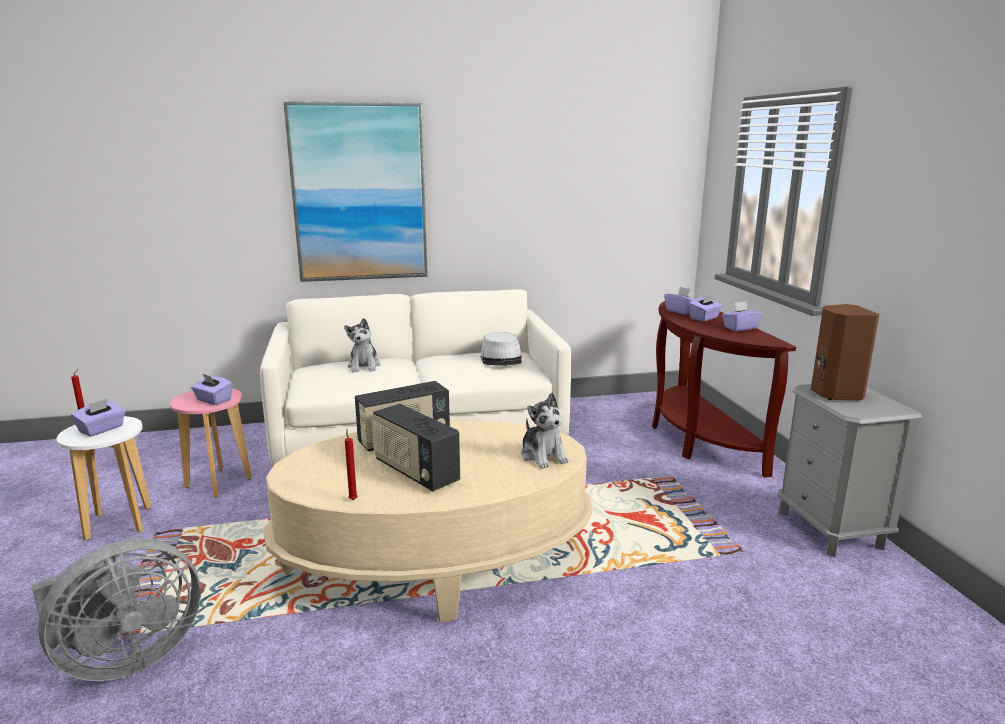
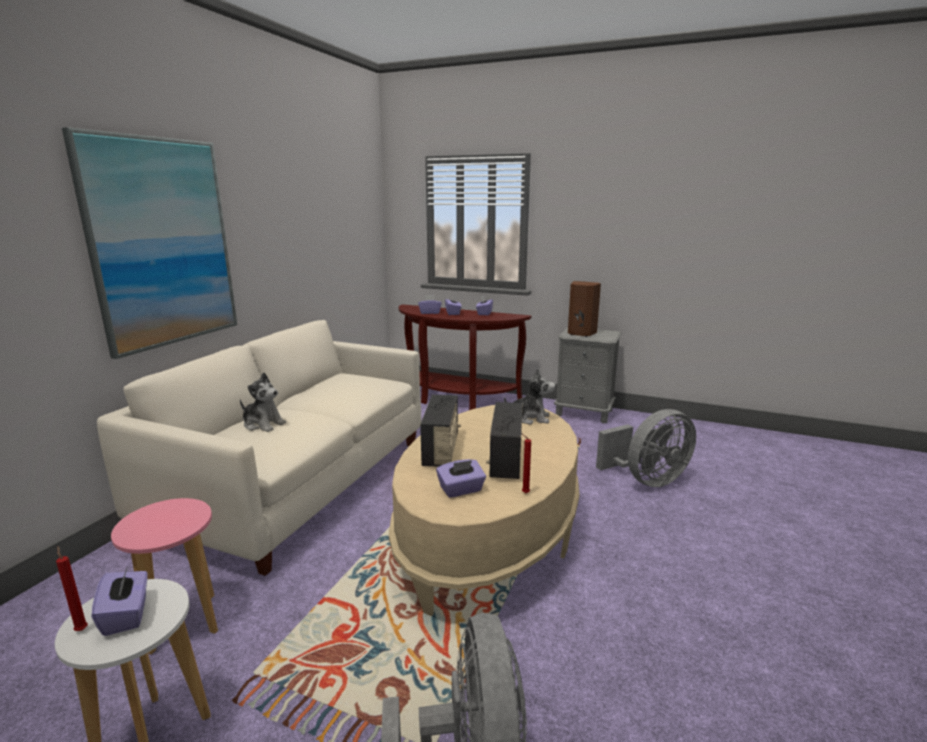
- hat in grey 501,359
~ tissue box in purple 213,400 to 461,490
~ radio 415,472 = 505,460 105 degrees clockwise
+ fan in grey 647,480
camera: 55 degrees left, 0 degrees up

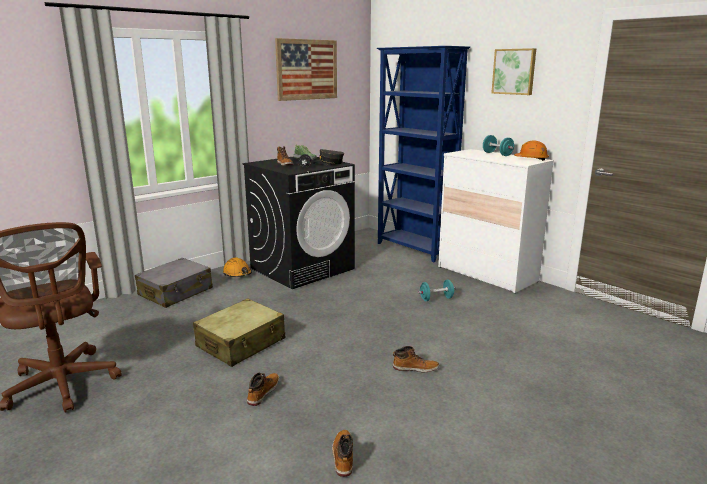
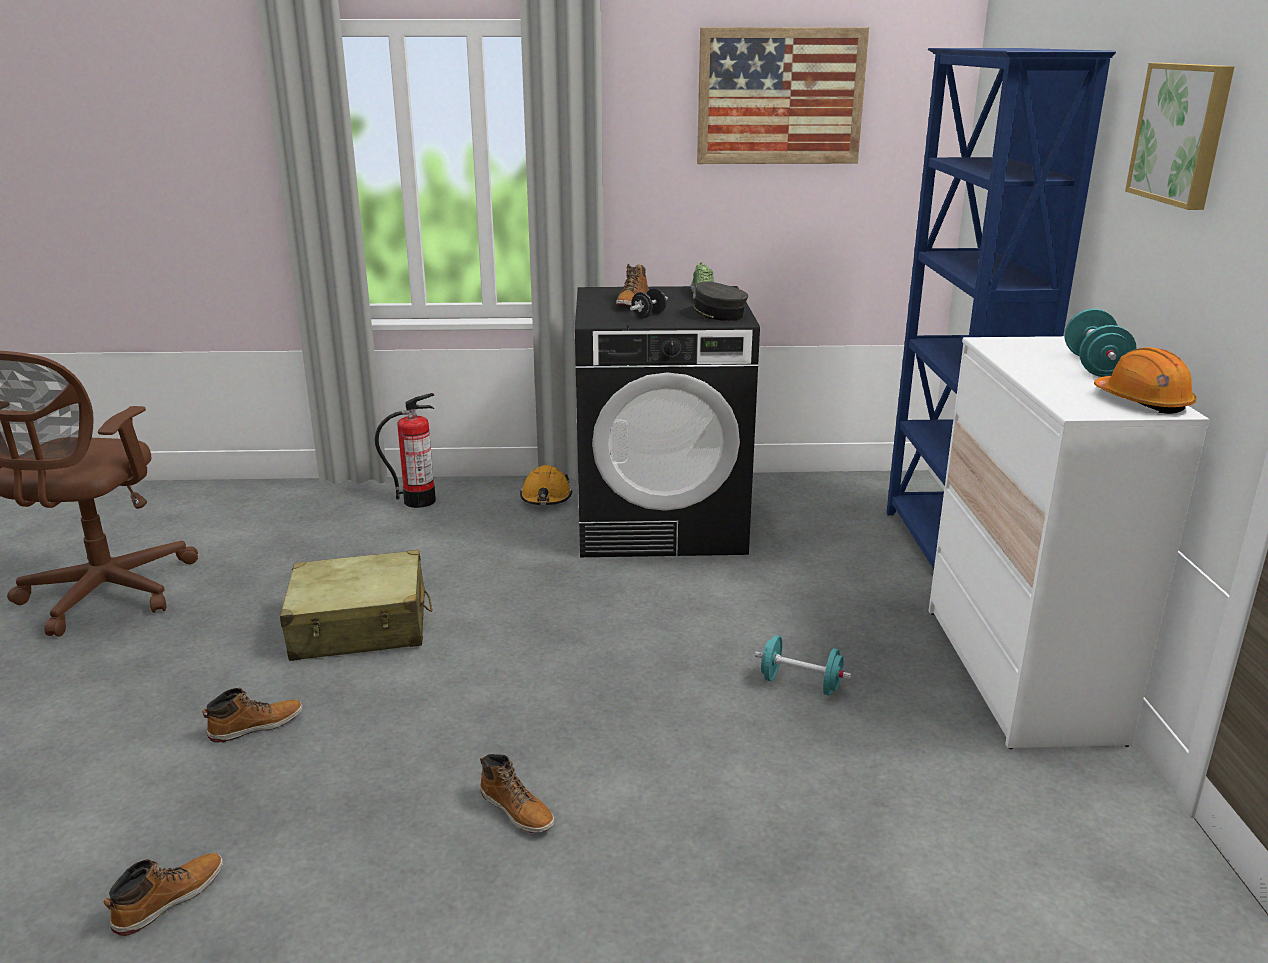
~ suitcase in grey 176,292 to fire extinguisher 419,501
camera: 40 degrees right, 5 degrees up

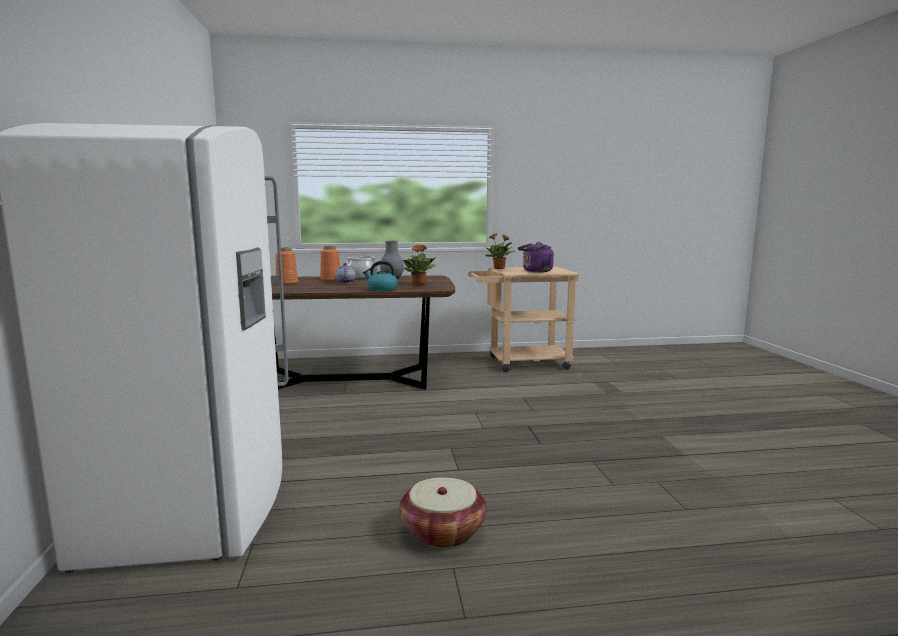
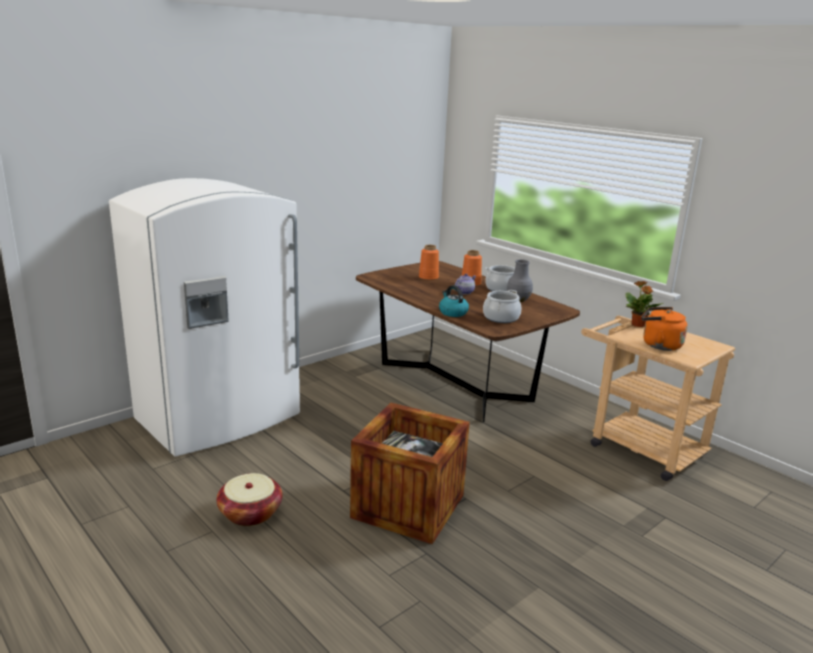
~ kettle in purple 536,271 to kettle in orange 658,345
~ potted plant 419,285 to cooking pot 501,318
+ crate 408,506
camera: 55 degrees right, 10 degrees up

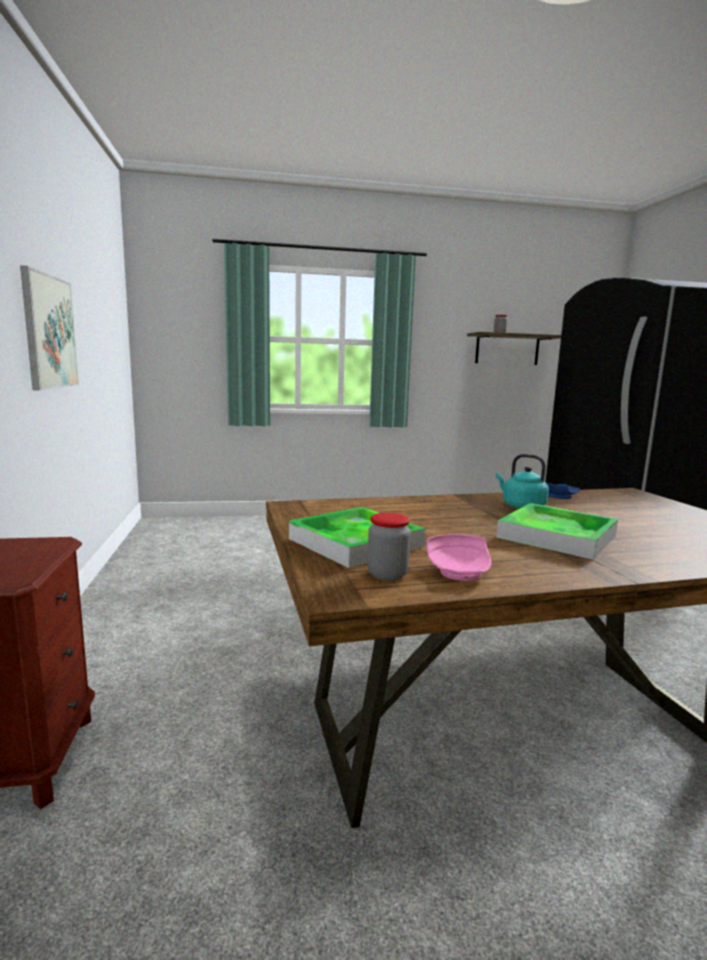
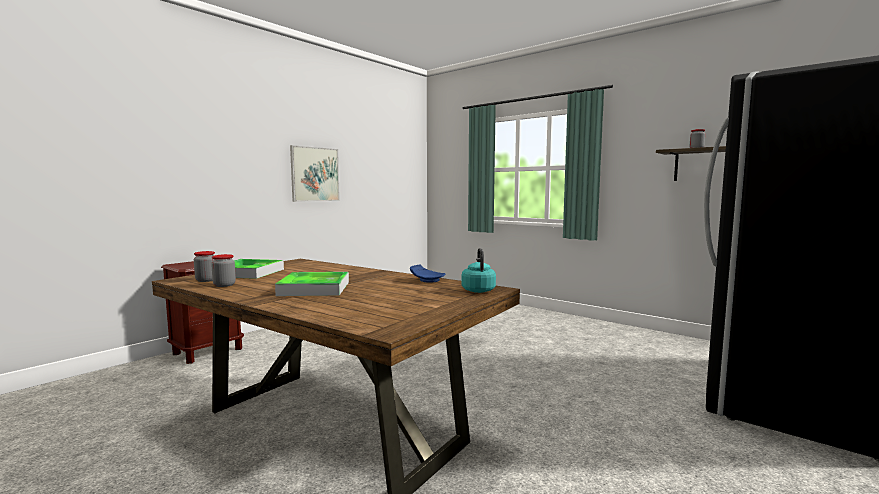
~ kettle in turquoise 521,506 to 478,290
~ plate in pink 460,571 to jar 224,285
camera: 50 degrees right, 5 degrees down

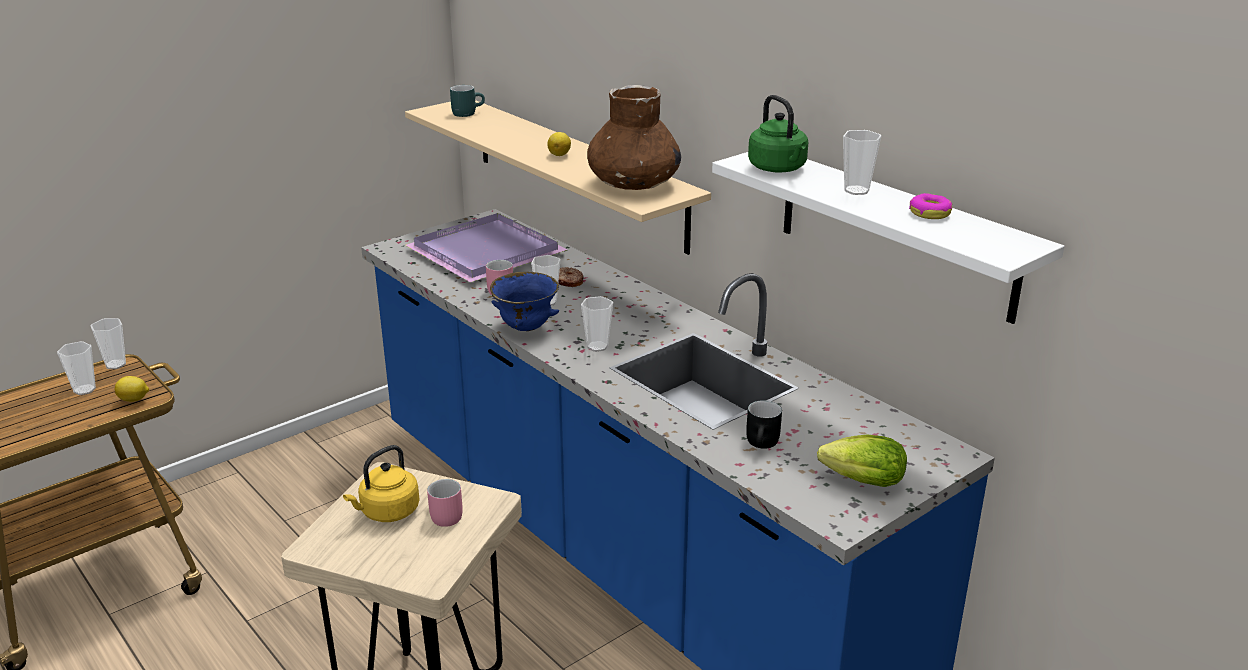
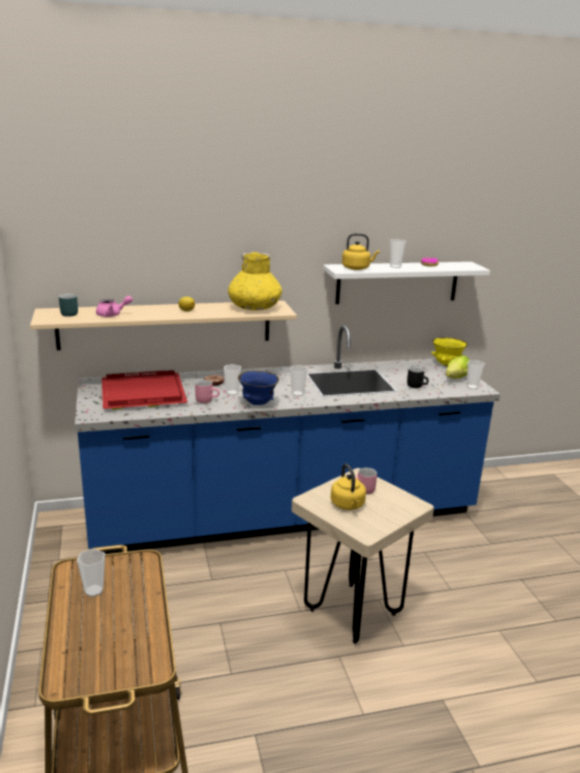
~ vase in brown 633,184 to vase in yellow 254,308
~ kettle in green 779,169 to kettle in yellow 357,268
~ tray in purple 483,252 to tray in red 141,393
~ cup 115,364 to 472,387
- lemon 134,400
+ teapot in pink 112,314
+ bowl in yellow 447,365
camera: 65 degrees left, 5 degrees down

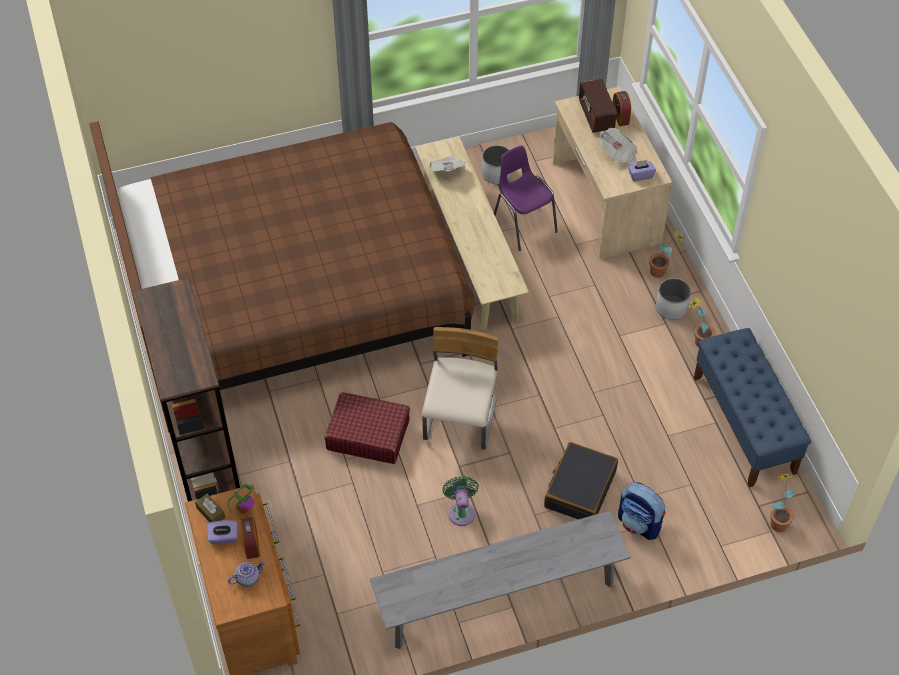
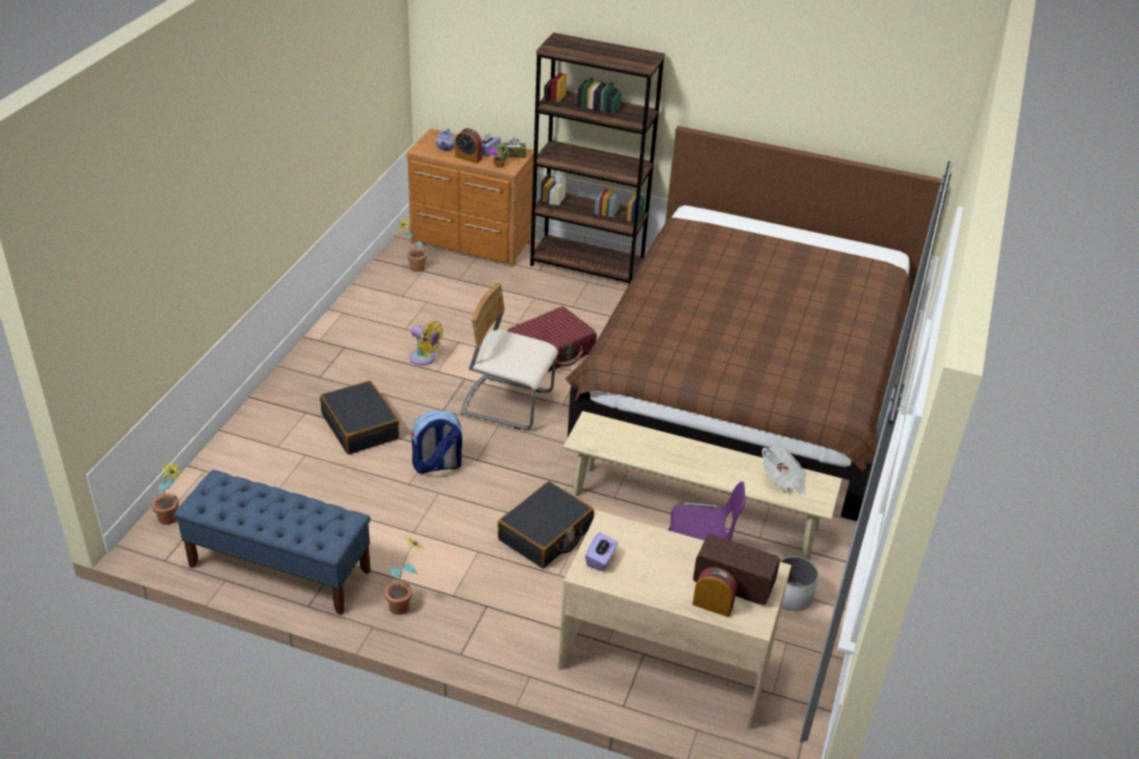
- newspaper 618,154
~ potted plant 662,272 to 413,269
- planter in white 671,308
~ chair in beige 461,419 = 507,403 150 degrees clockwise
~ fan in green 461,511 to fan in yellow 425,358
~ backpack 639,524 to 437,465
- bench in grey 499,598
+ suitcase in black 545,534
camera: 125 degrees right, 15 degrees down

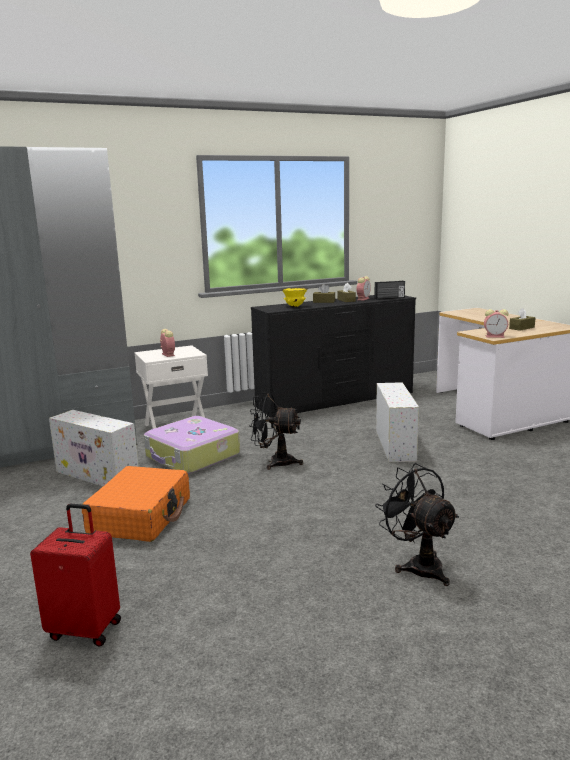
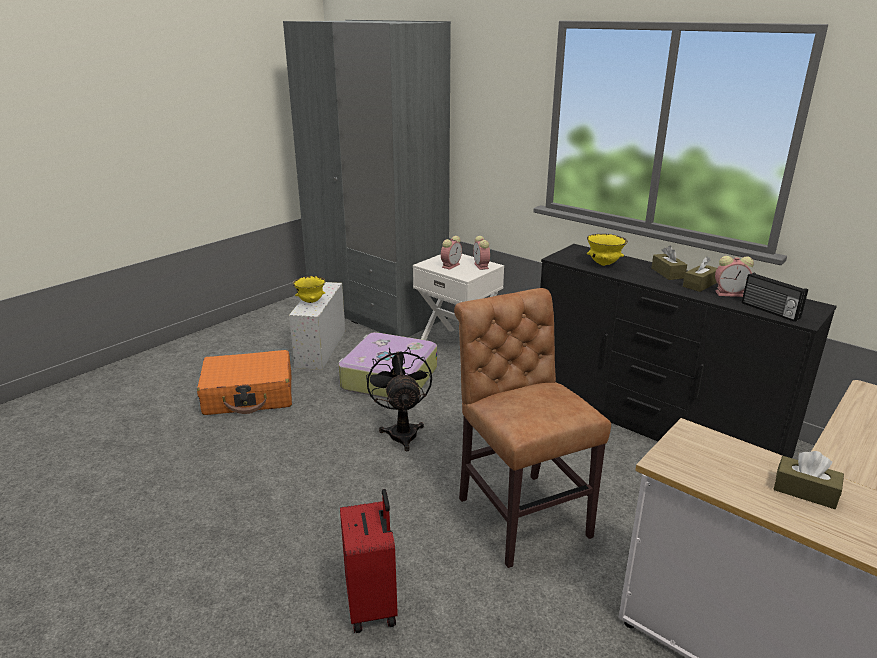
~ alarm clock 495,336 to 482,266
~ storage box in white 394,444 to chair in brown 519,513
- fan in black 418,565
~ suitcase in red 85,629 to 373,605
+ bowl in yellow 311,301
camera: 65 degrees right, 10 degrees up

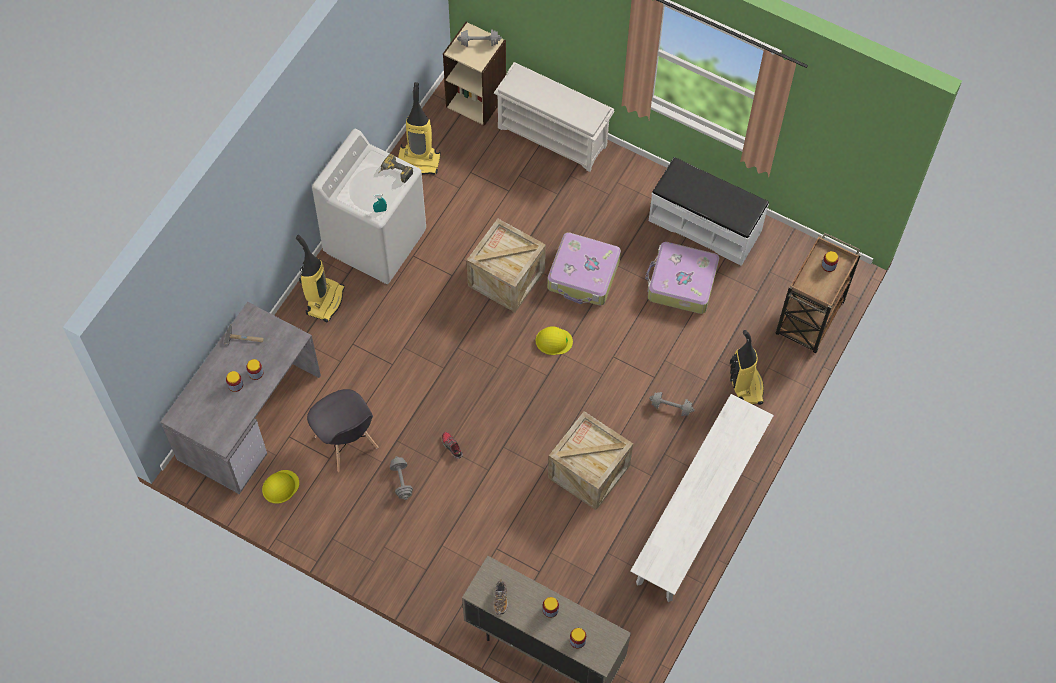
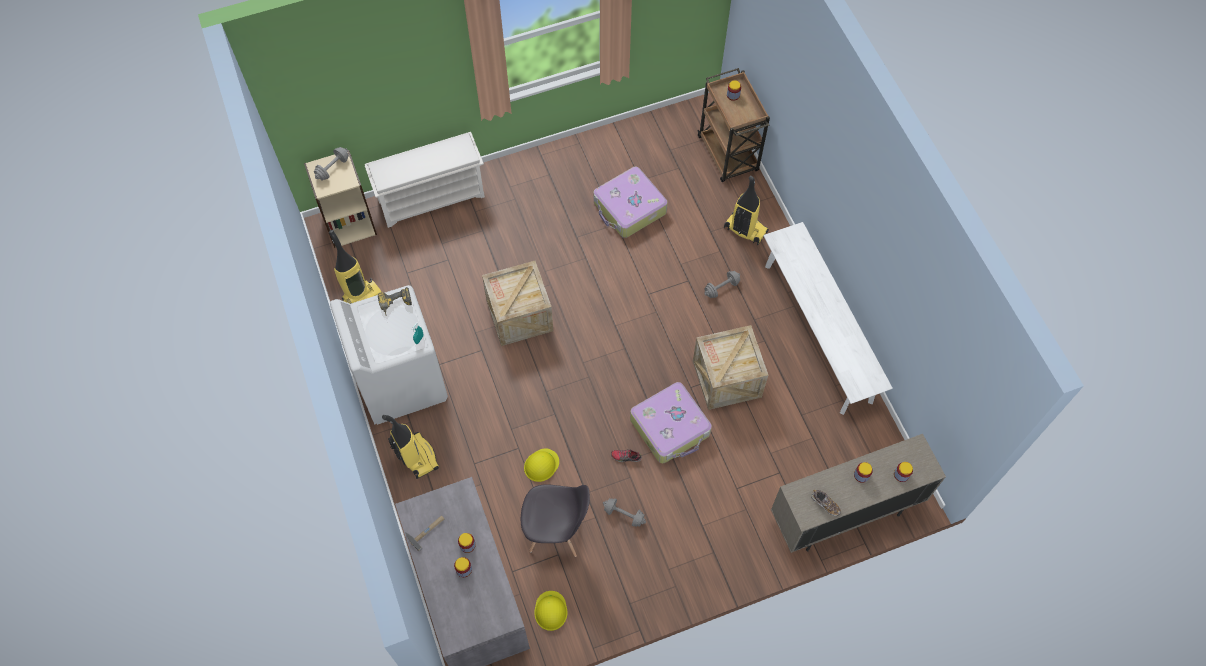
- bench in white 705,225
~ suitcase 583,275 to 670,427
~ hard hat in yellow 553,341 to 541,465
camera: 50 degrees left, 0 degrees up

